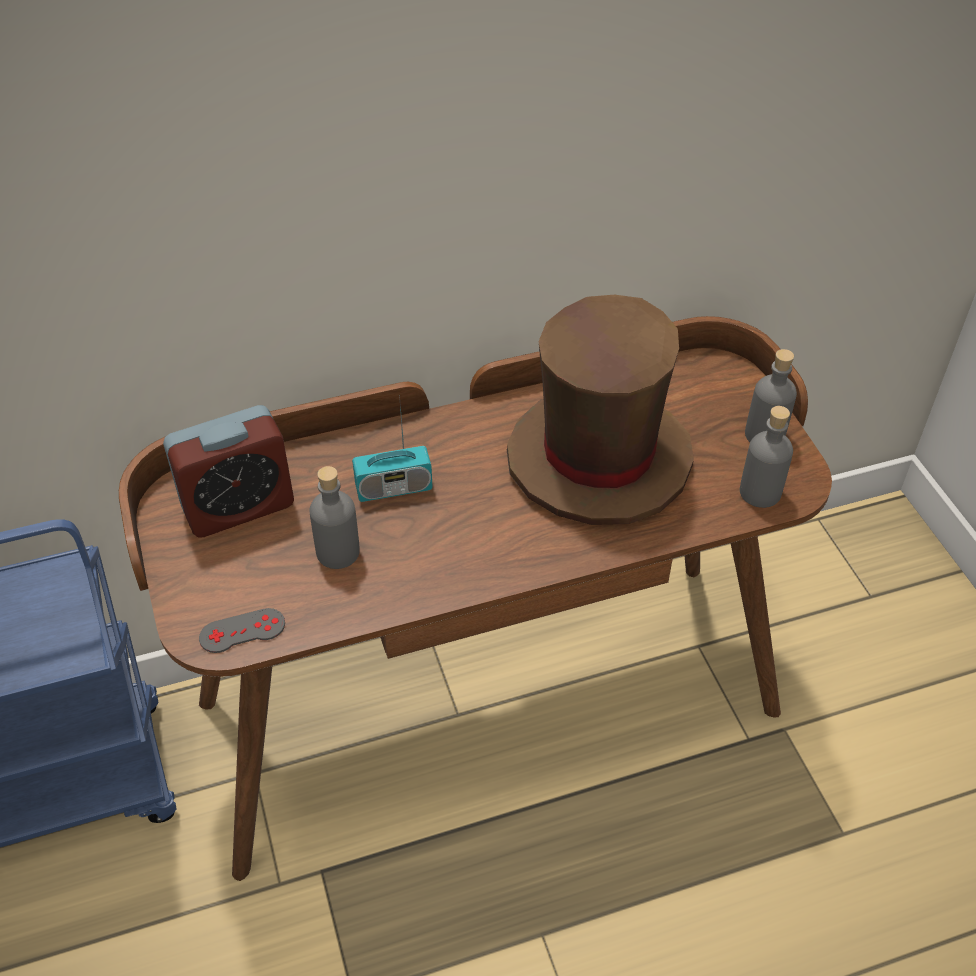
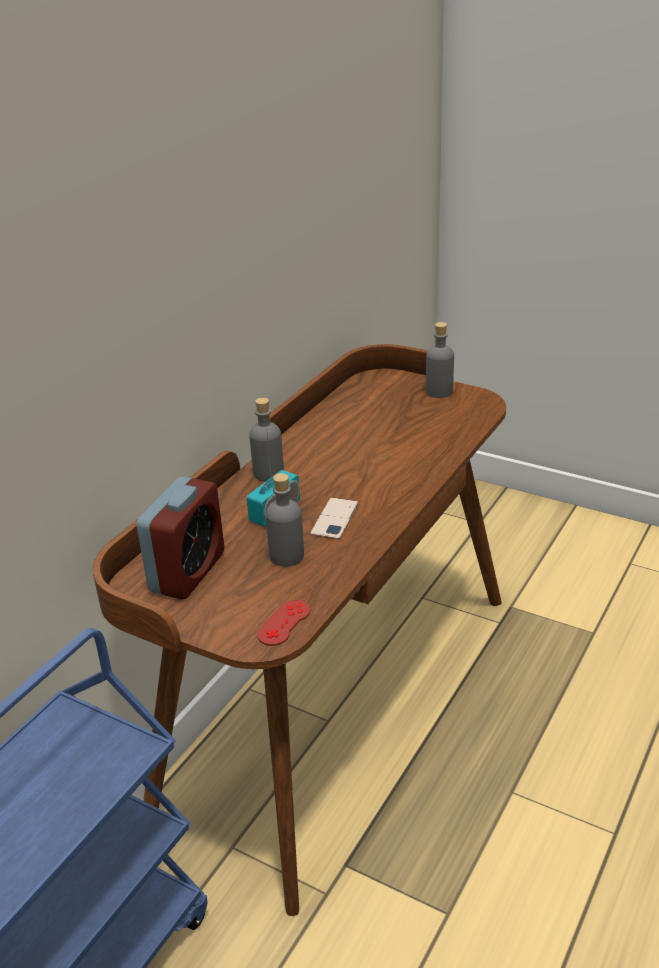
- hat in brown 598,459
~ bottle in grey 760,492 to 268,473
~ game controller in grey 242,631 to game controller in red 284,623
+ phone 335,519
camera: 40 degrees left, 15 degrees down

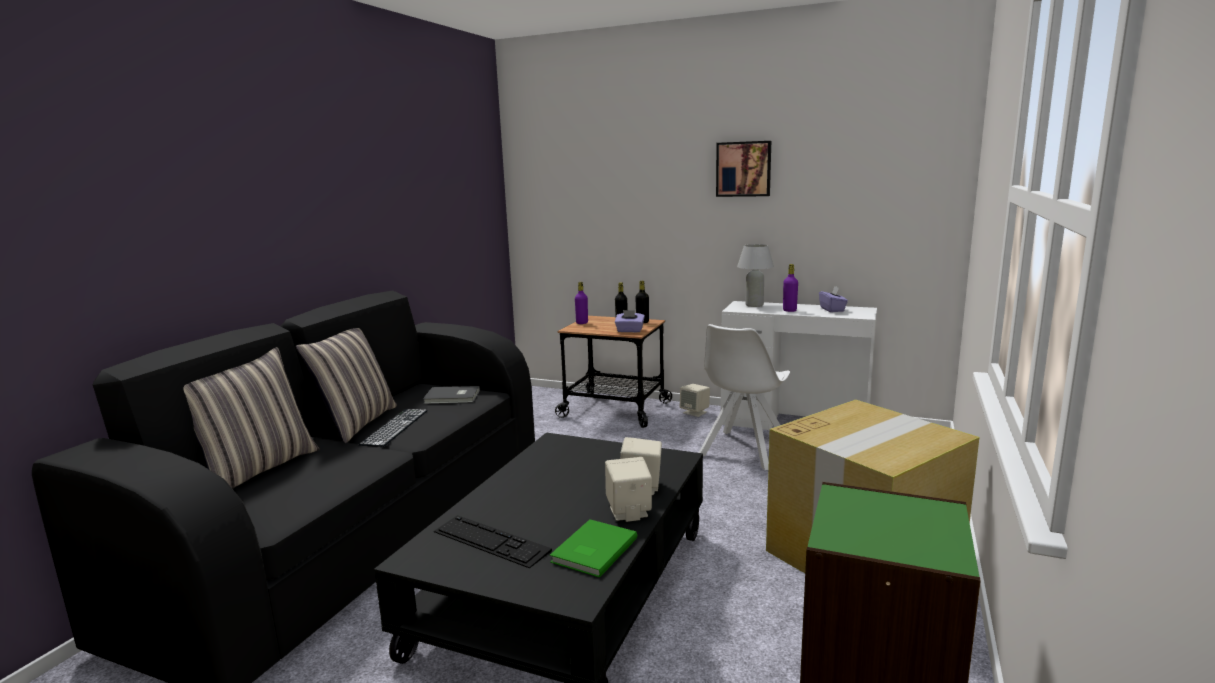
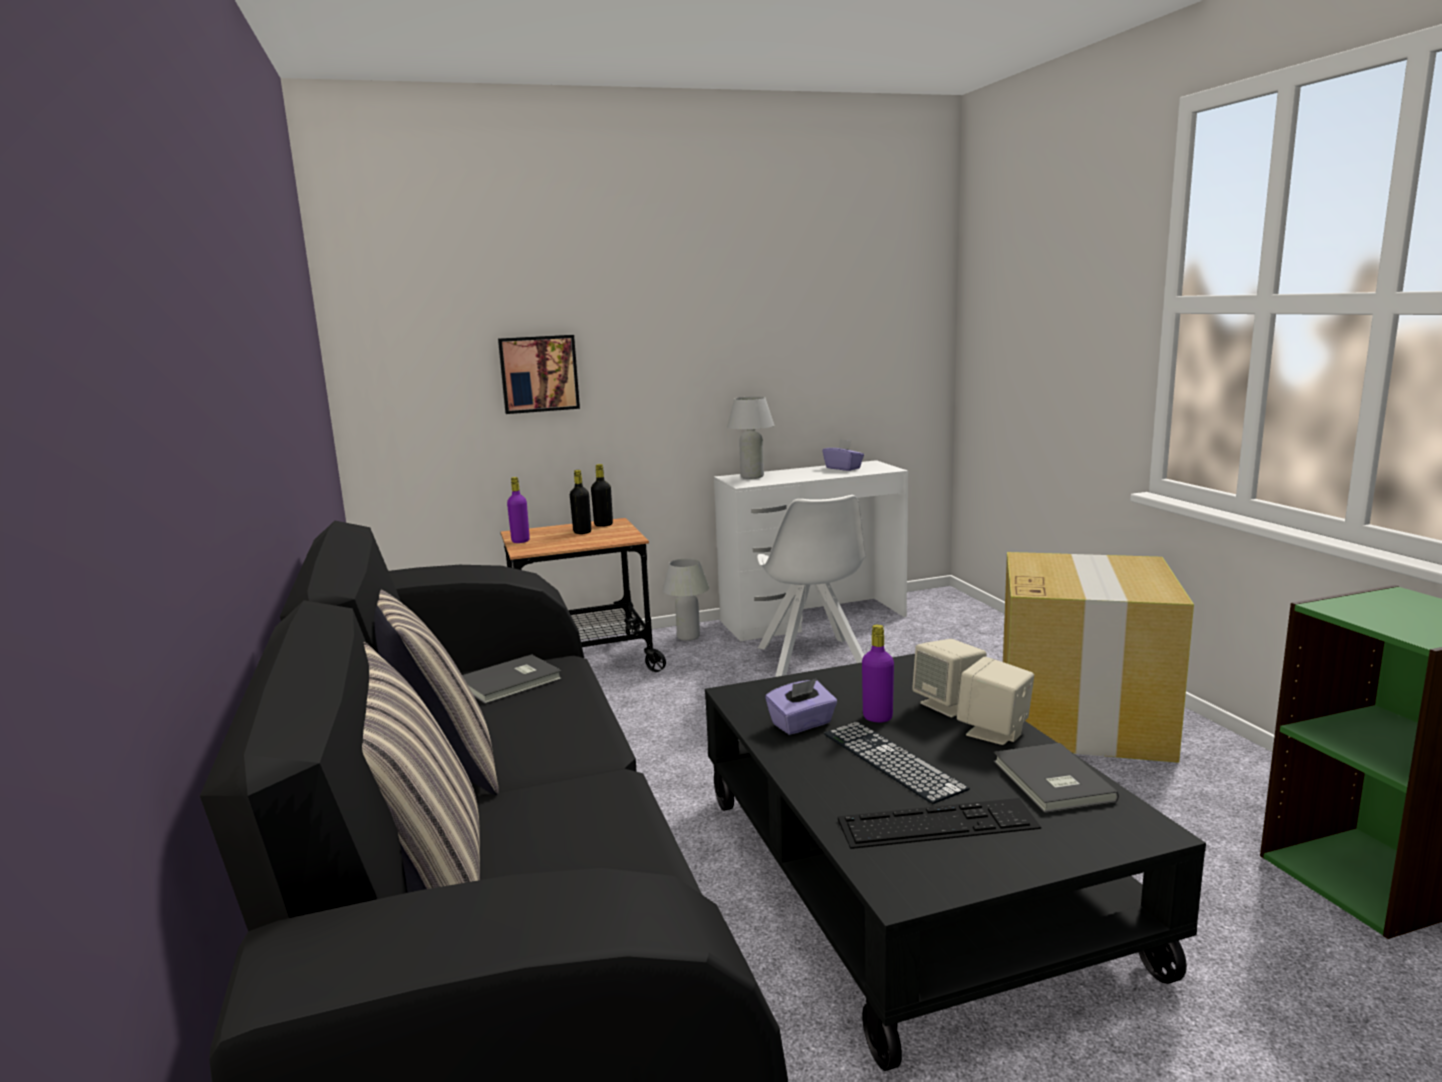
~ picture 743,169 to 539,373
~ bottle in purple 789,310 to 877,717
~ tissue box in purple 629,331 to 802,724
~ speaker in beige 695,412 to table lamp in white 688,637
~ keyboard 395,427 to 891,760
~ book in green 592,550 to book in grey 1050,782
camera: 40 degrees left, 0 degrees up

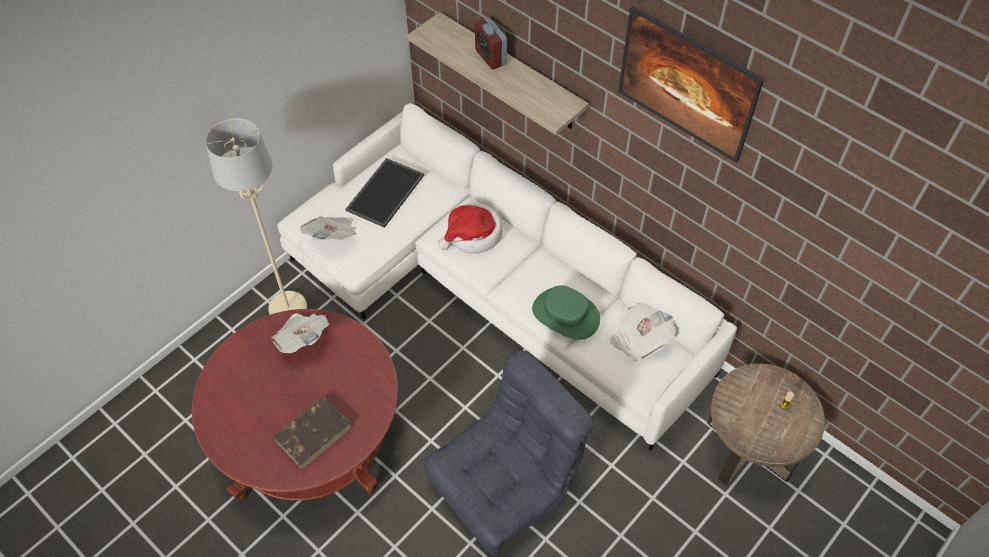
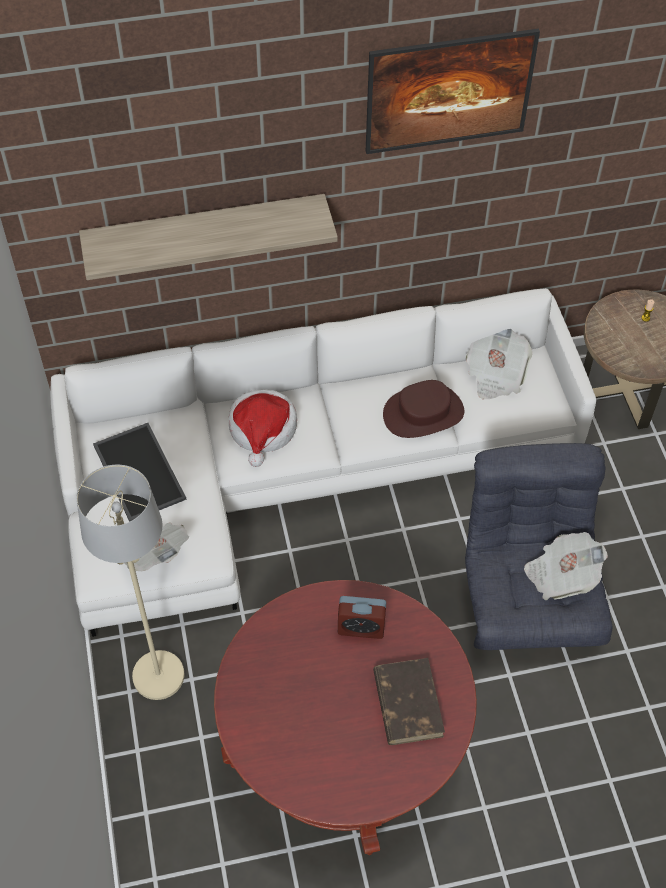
~ alarm clock 490,57 to 361,628
~ hat in green 565,315 to hat in brown 423,413
~ newspaper 302,339 to 561,575
camera: 55 degrees left, 0 degrees up

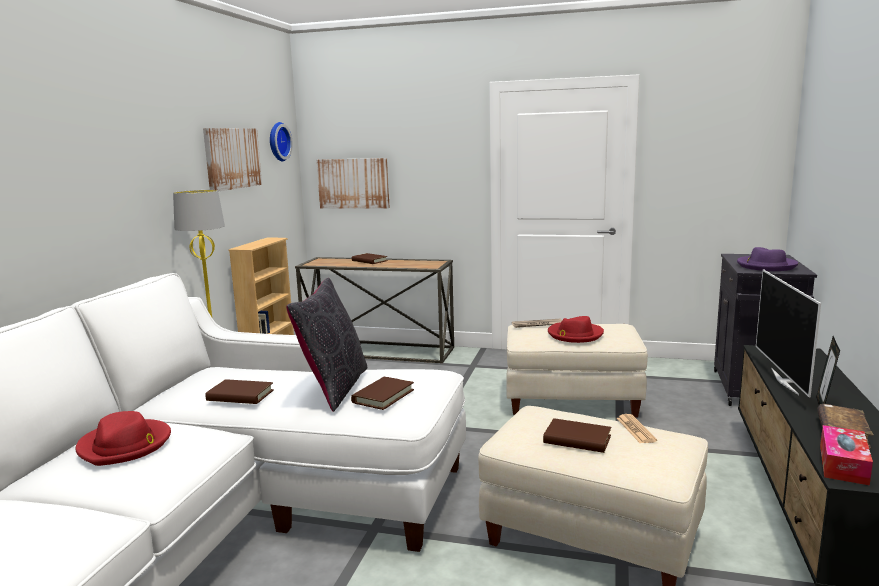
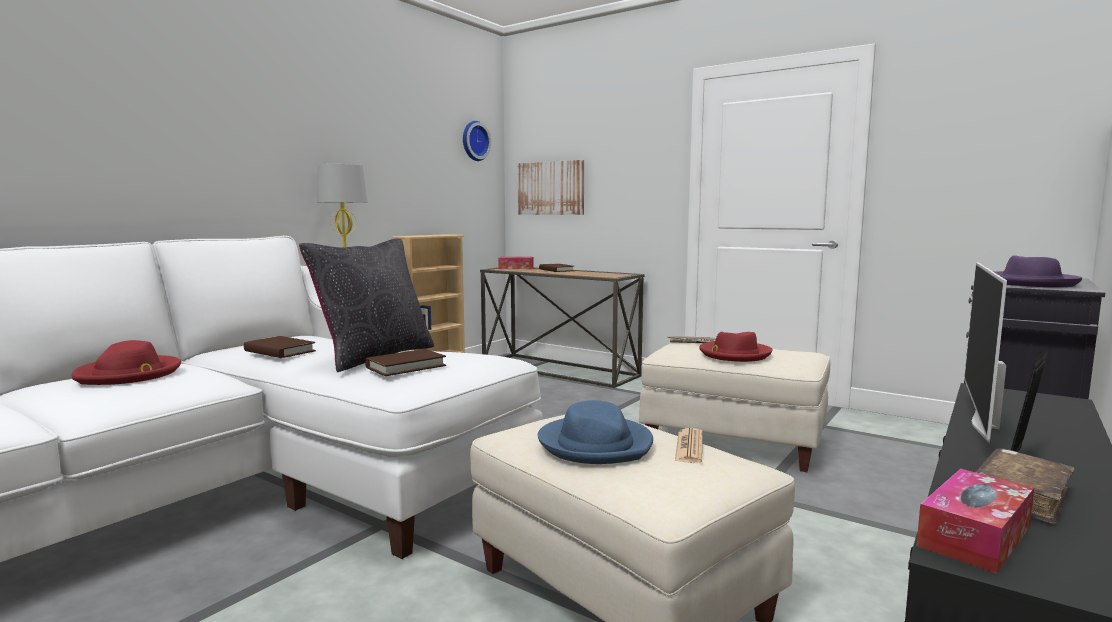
- picture 232,158
~ book in brown 577,439 to hat in blue 596,444
+ tissue box 516,268
camera: 20 degrees right, 5 degrees down

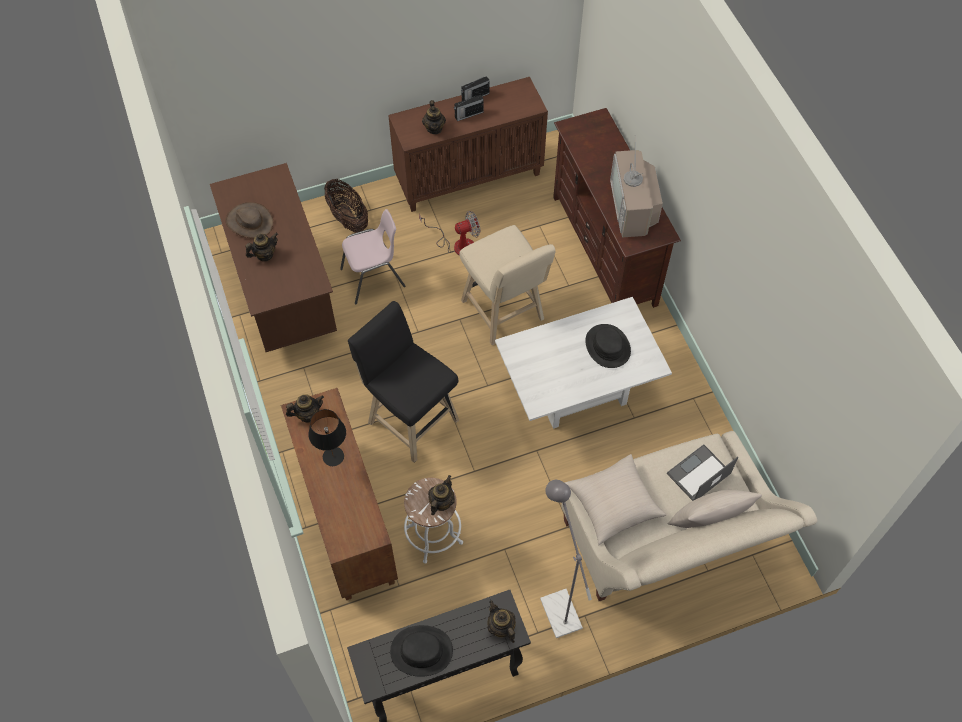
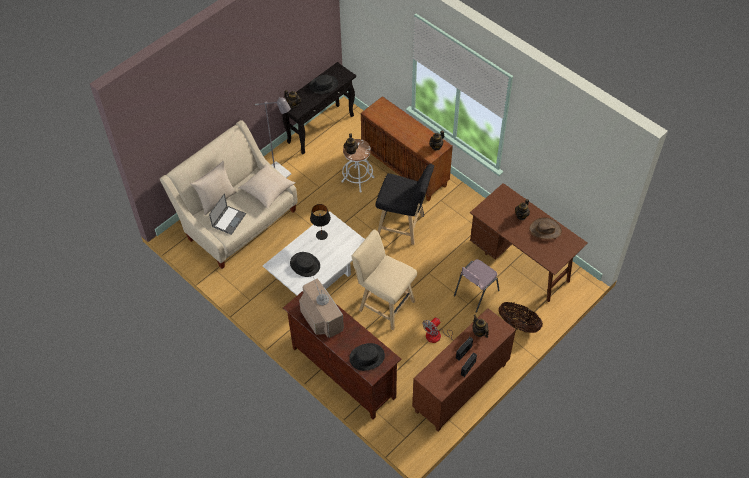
~ table lamp in black 333,457 to 321,235
+ hat in black 367,357
camera: 155 degrees right, 5 degrees down

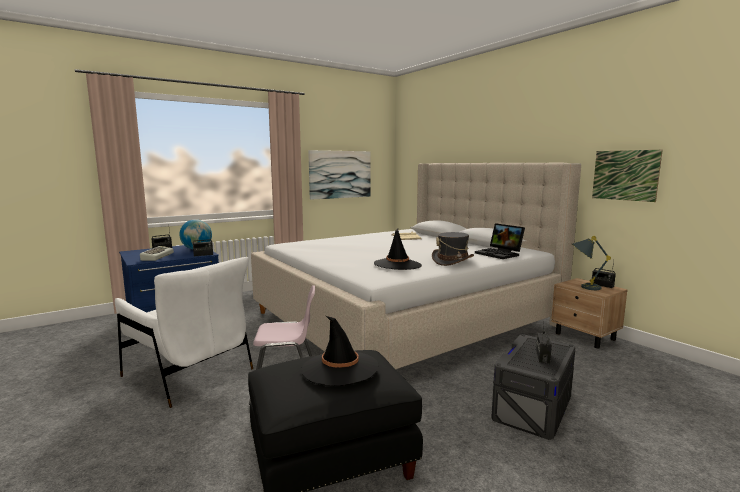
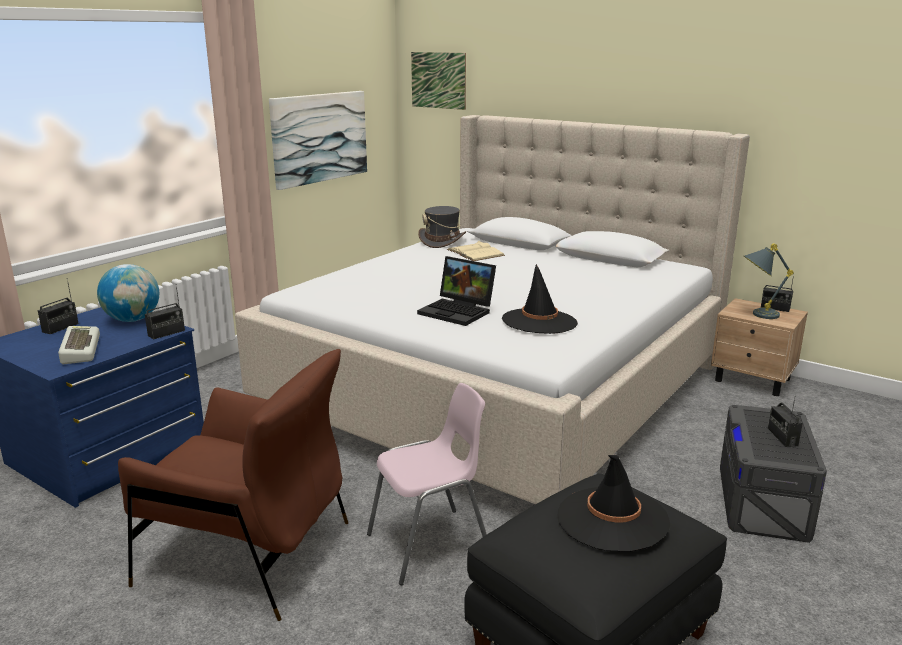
~ picture 625,175 to 438,80
~ laptop 500,254 to 459,311
~ hat in grey 452,261 to 442,241
~ armchair in white 189,373 to armchair in brown 247,554
camera: 20 degrees left, 10 degrees up

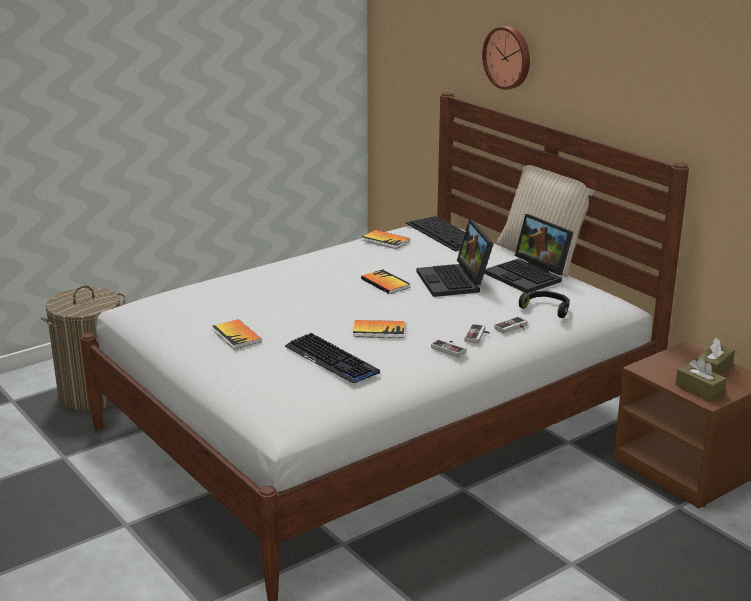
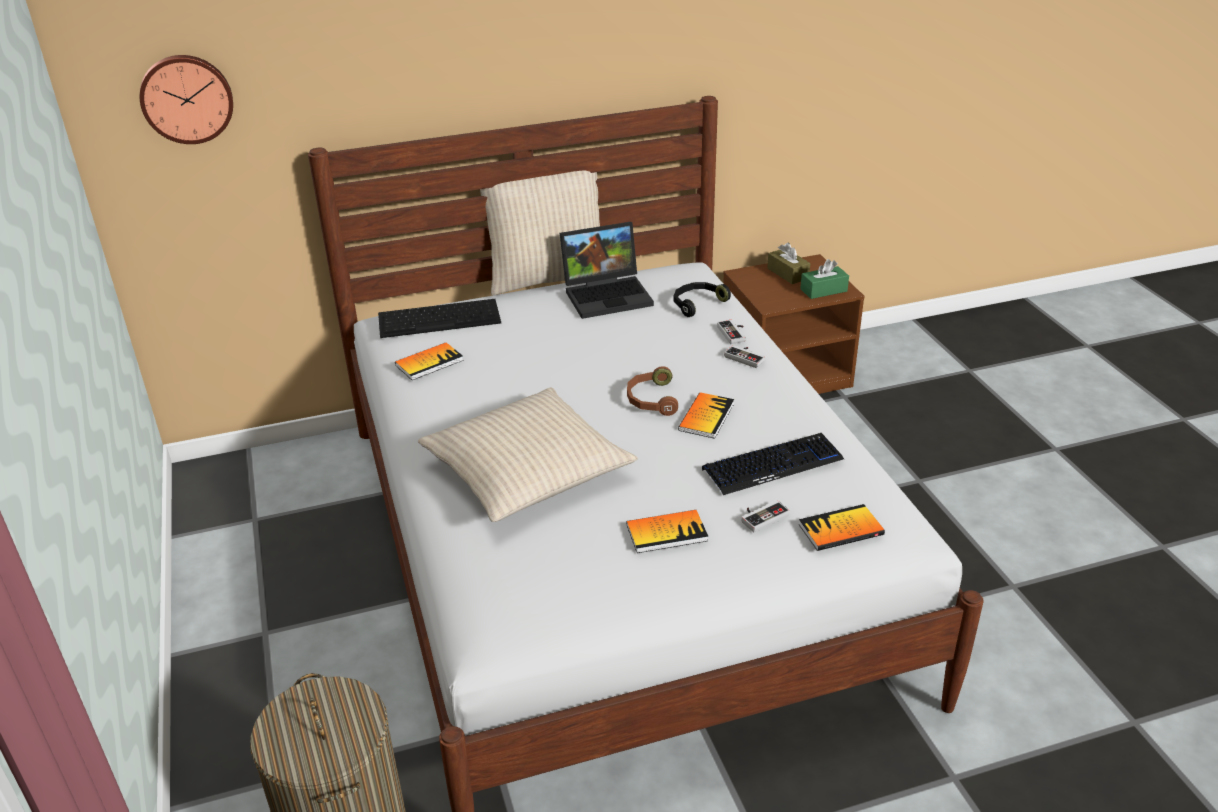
~ wall clock 508,57 to 186,98
- laptop 455,282
~ book 385,283 to 841,530
~ game controller 450,349 to 762,516
~ tissue box in brown 699,390 to tissue box in green 823,290
+ headphones in brown 651,400
+ pillow in beige 526,470
camera: 70 degrees left, 10 degrees up

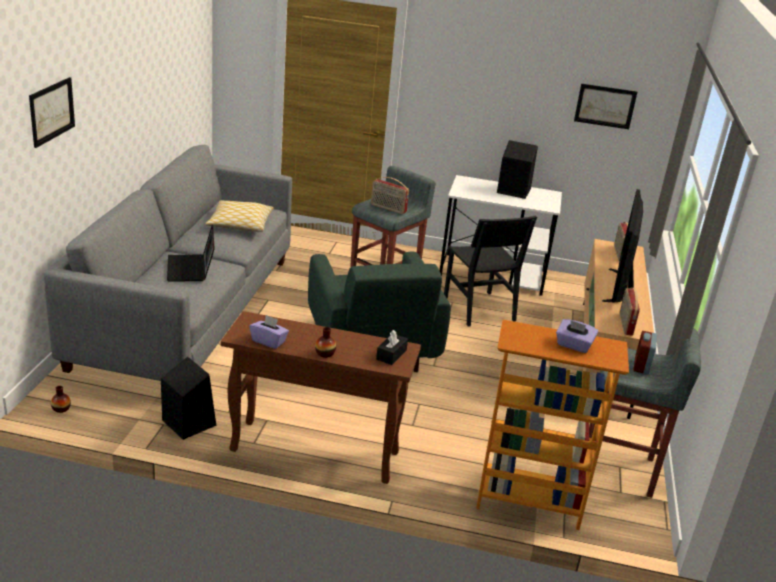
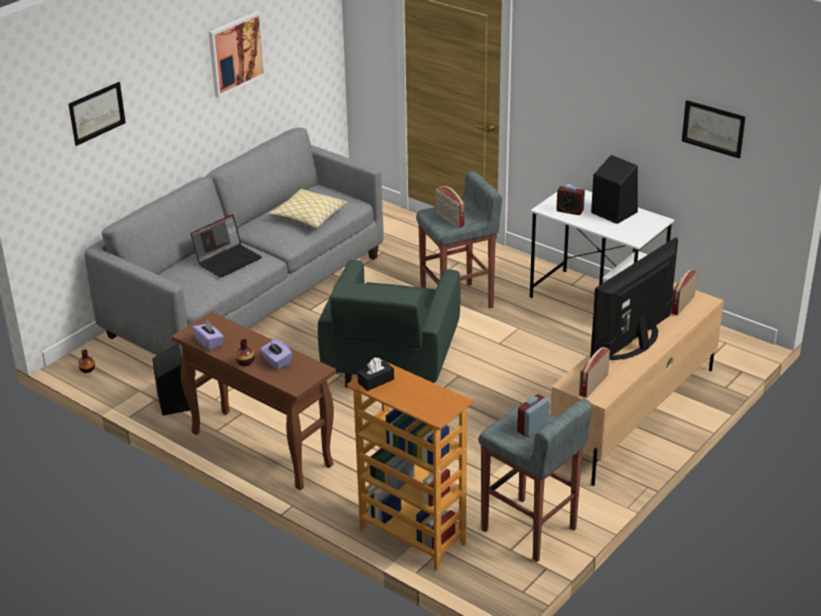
- chair in black 478,308
~ laptop 191,269 = 228,260 150 degrees counterclockwise
~ tissue box in purple 573,345 to 276,362
~ tissue box in black 391,355 to 376,381
+ picture 236,53
+ alarm clock 570,211
camera: 30 degrees right, 5 degrees up

